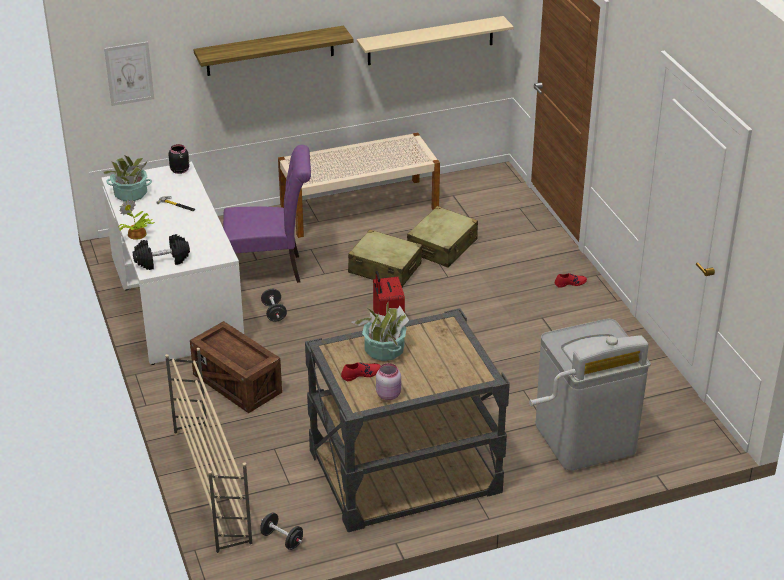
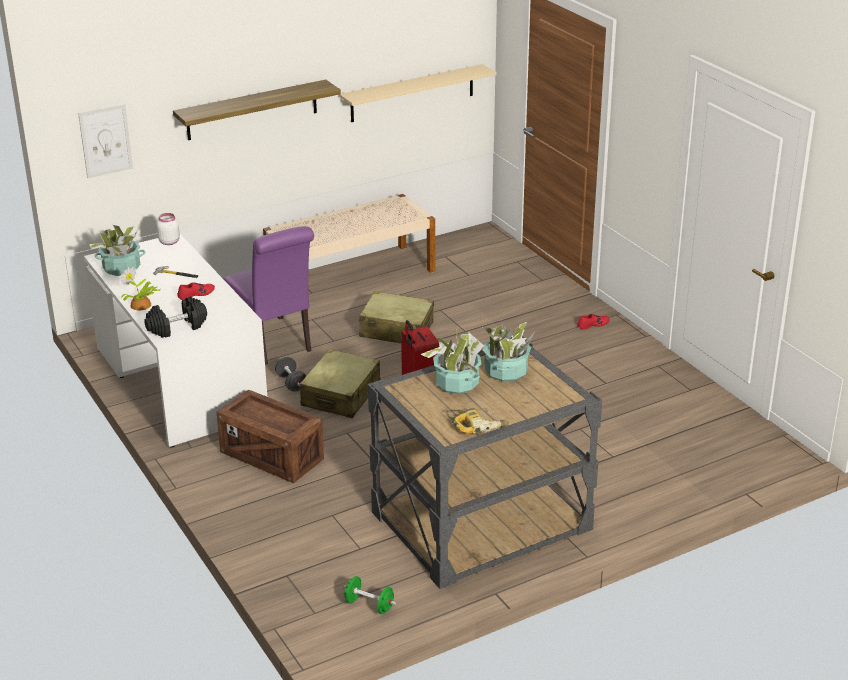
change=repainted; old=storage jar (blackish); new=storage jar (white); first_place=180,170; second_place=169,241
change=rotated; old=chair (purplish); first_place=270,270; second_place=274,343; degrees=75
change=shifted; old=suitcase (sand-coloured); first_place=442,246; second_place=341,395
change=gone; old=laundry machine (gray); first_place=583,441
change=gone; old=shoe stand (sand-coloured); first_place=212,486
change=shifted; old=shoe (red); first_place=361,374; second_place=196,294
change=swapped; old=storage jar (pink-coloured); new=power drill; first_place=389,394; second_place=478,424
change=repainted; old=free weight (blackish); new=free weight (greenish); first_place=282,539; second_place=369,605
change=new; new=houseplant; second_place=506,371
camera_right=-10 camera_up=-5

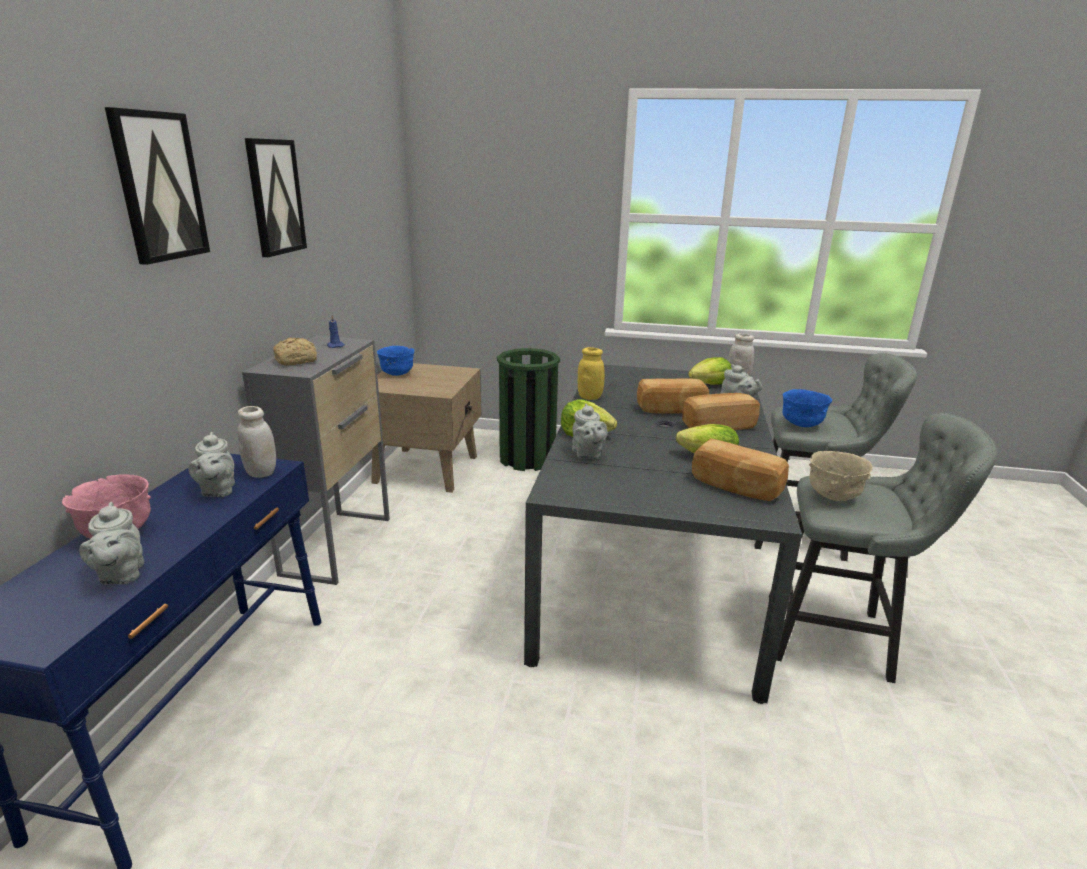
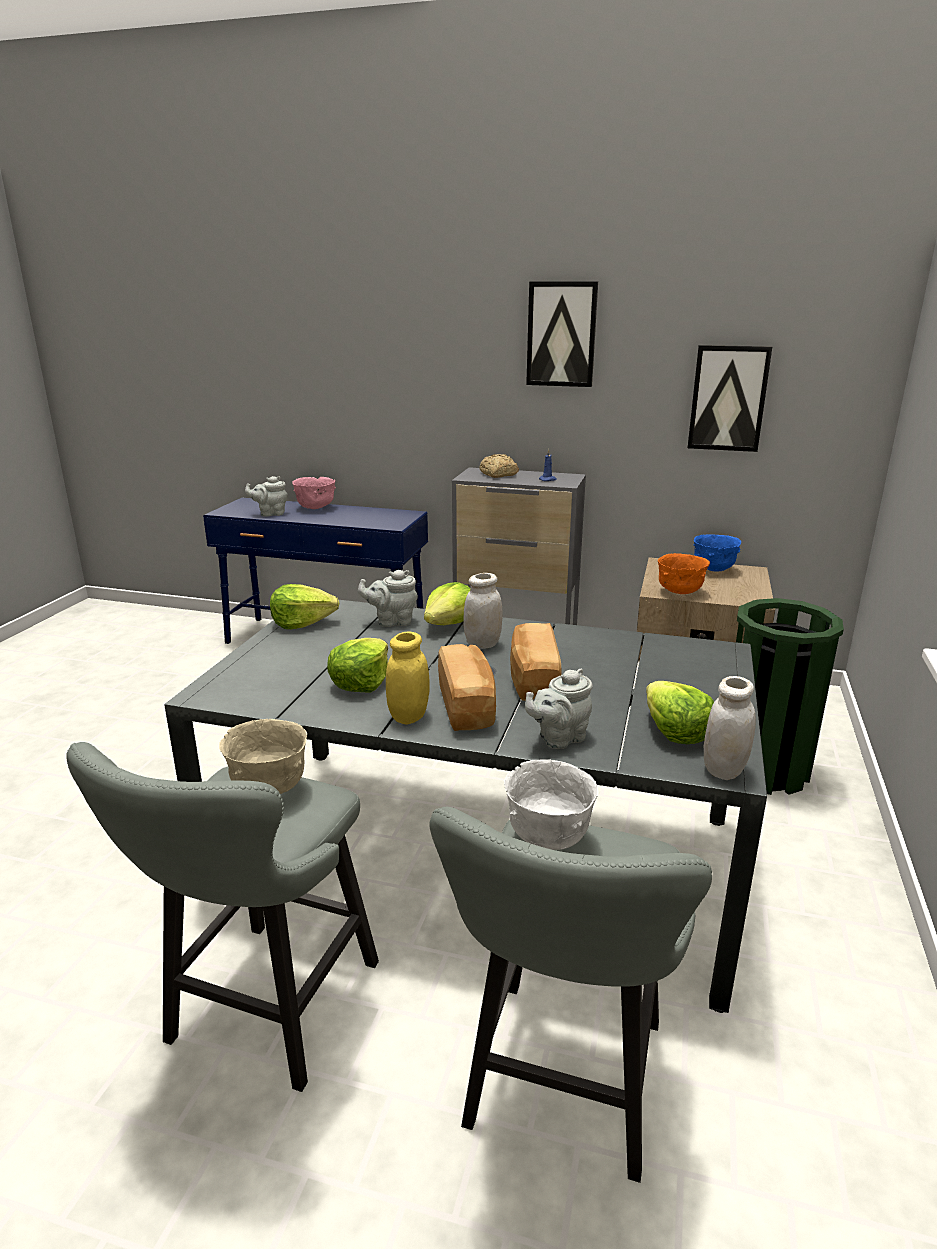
change=shifted; old=wall art; first_place=159,187; second_place=728,398
change=shifted; old=storage jar (yellow); first_place=590,397; second_place=409,716
change=repainted; old=deep dish (bluish); new=deep dish (white); first_place=801,425; second_place=548,837
change=shifted; old=storage jar (white); first_place=261,472; second_place=483,644
change=gone; old=pot for tea (gray); first_place=218,491
change=gone; old=bakery bread; first_place=735,487
change=new; new=deep dish (orange); second_place=679,592
change=new; new=lettuce head; second_place=302,623
camera_right=95 camera_up=0

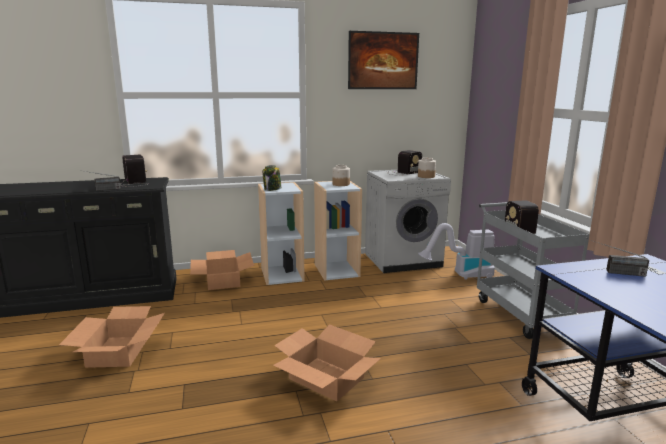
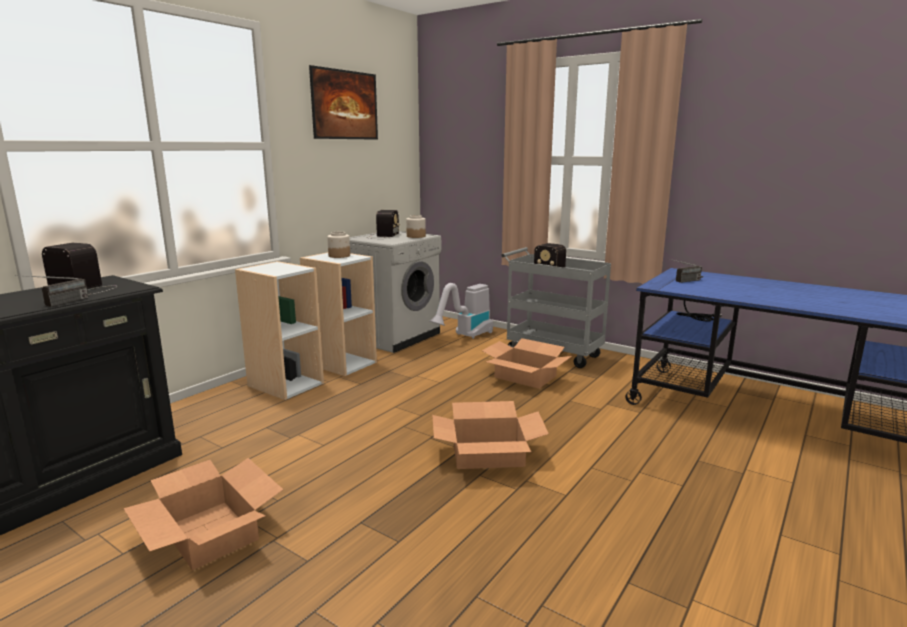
change=gone; old=storage jar; first_place=272,189
change=shifted; old=carton; first_place=223,280; second_place=525,376
camera_right=-40 camera_up=0

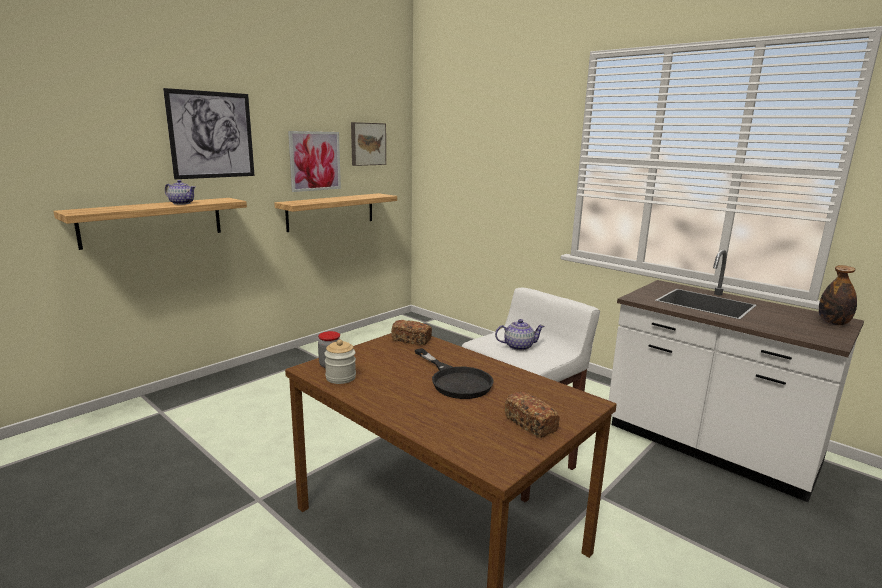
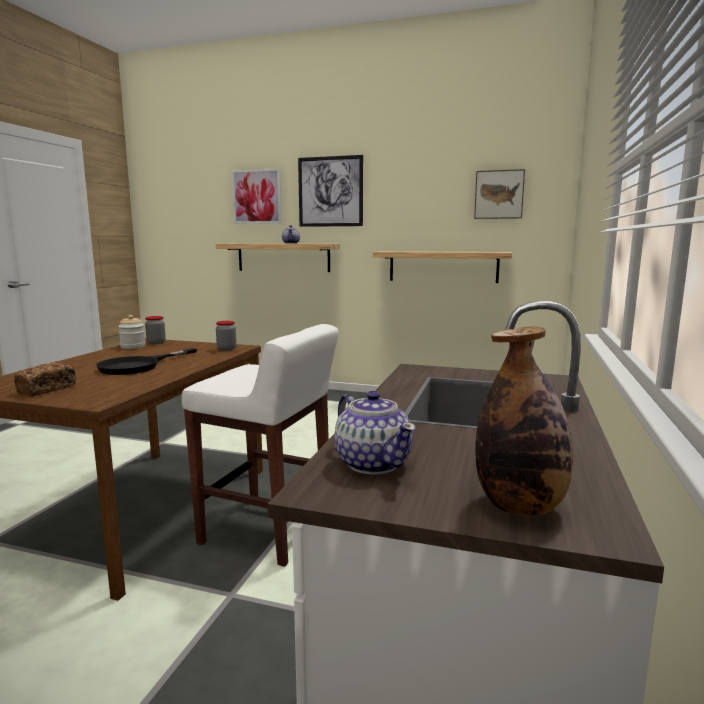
change=shifted; old=wall art; first_place=314,161; second_place=257,197
change=shifted; old=pot for tea; first_place=518,346; second_place=373,463
change=swapped; old=bakery bread; new=storage jar; first_place=411,340; second_place=226,349
camera_right=65 camera_up=-5

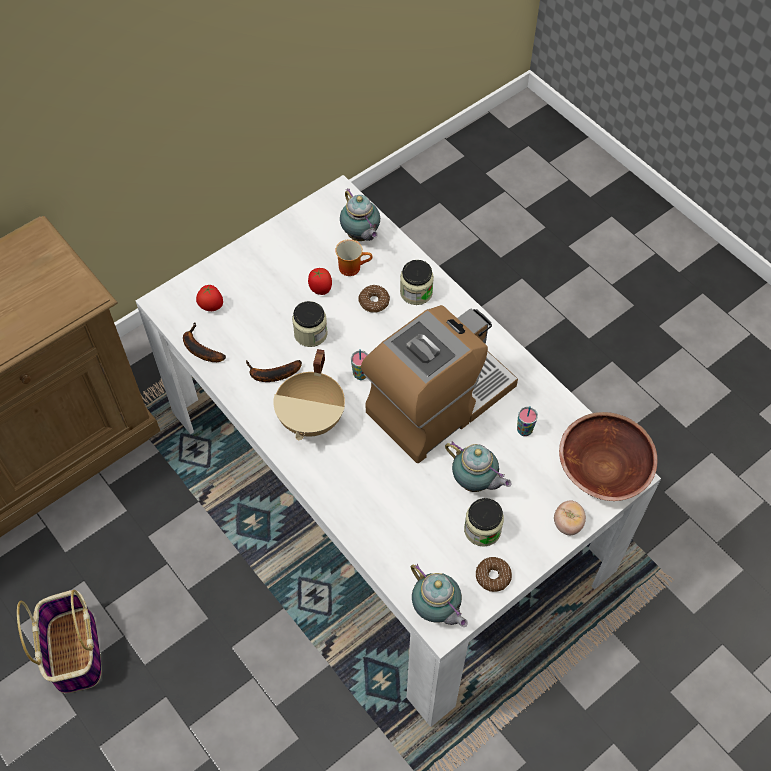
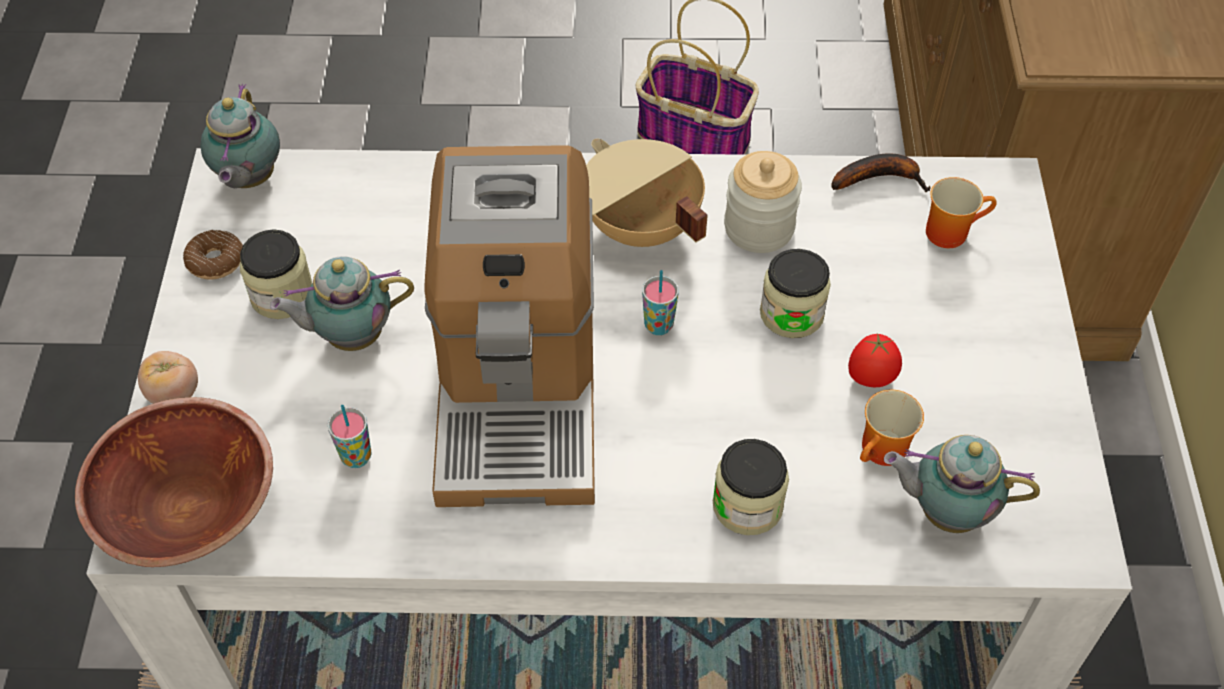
change=swapped; old=whole tomato; new=tea mug; first_place=211,307; second_place=950,230
change=gone; old=ring doughnut; first_place=374,302
change=swapped; old=banana fruit; new=storage jar; first_place=271,374; second_place=759,227
change=rotated; old=pot for tea; first_place=436,610; second_place=248,180; degrees=-90
camera_right=130 camera_up=-5

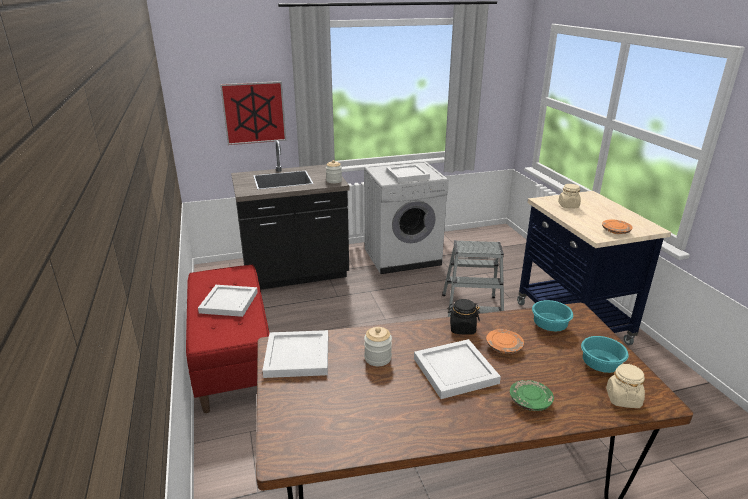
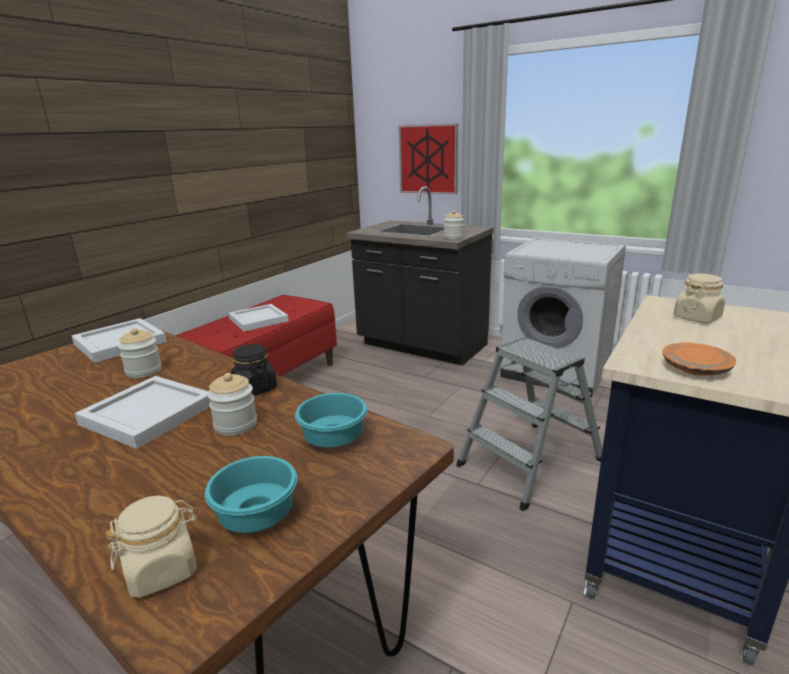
change=gone; old=tray (white); first_place=406,175
change=swapped; old=dinner plate (orange); new=storage jar; first_place=504,347; second_place=236,425
change=gone; old=dinner plate (greenish); first_place=530,401
camera_right=50 camera_up=-5

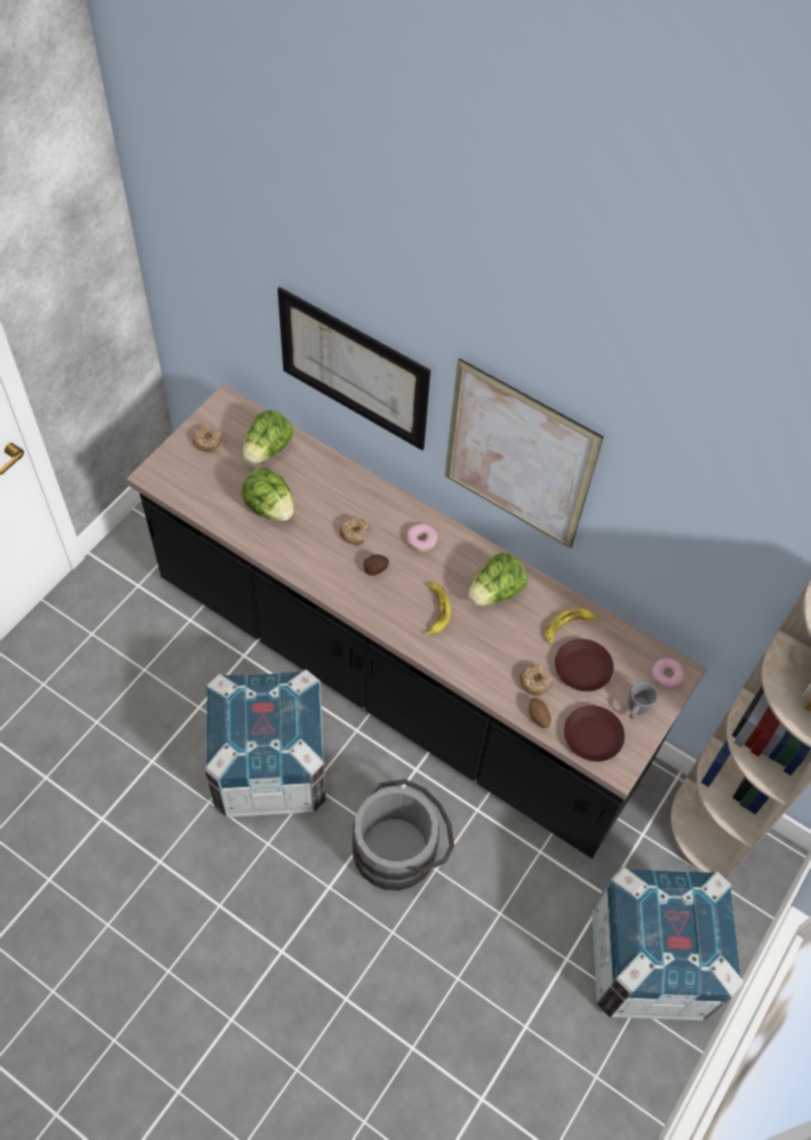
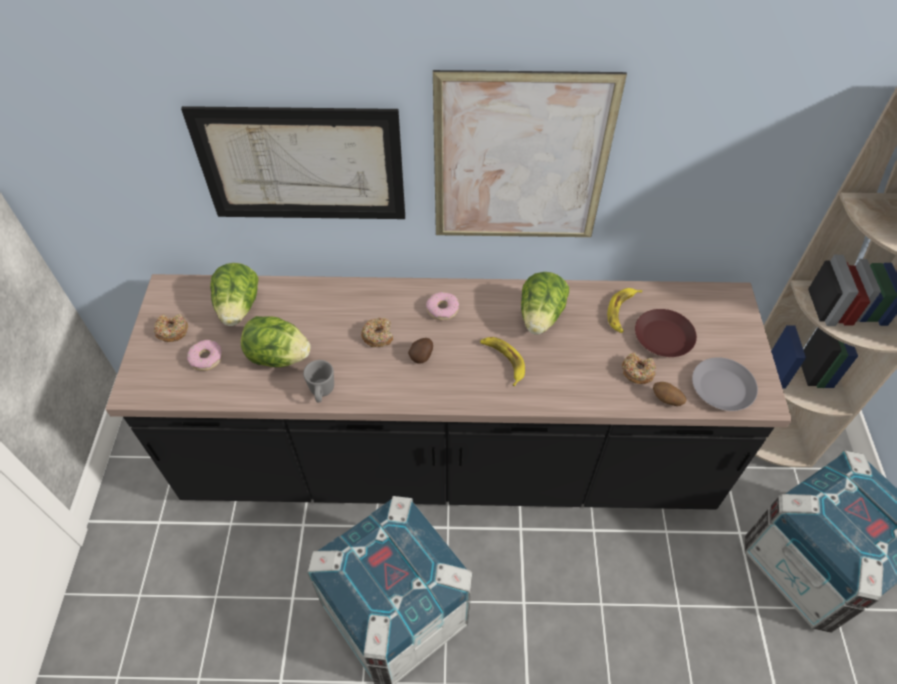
change=shifted; old=ring doughnut; first_place=666,676; second_place=206,358
change=shifted; old=tea mug (gray); first_place=636,709; second_place=321,392
change=repainted; old=dinner plate (brownish); new=dinner plate (gray); first_place=592,736; second_place=721,388
change=gone; old=water bucket (gray); first_place=401,850
camera_right=-30 camera_up=-5

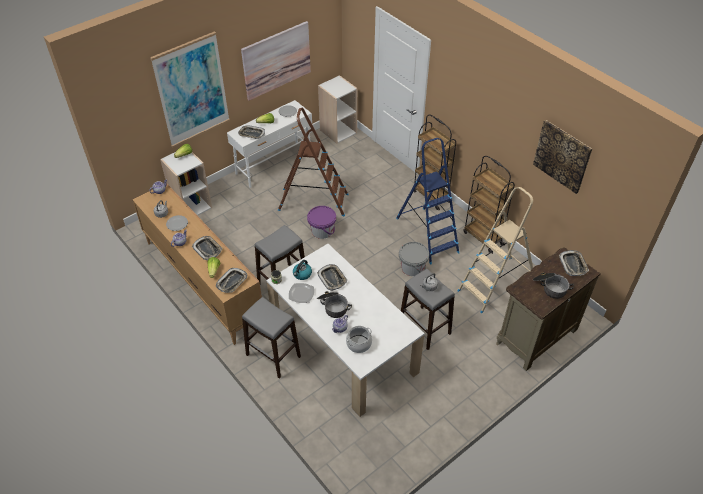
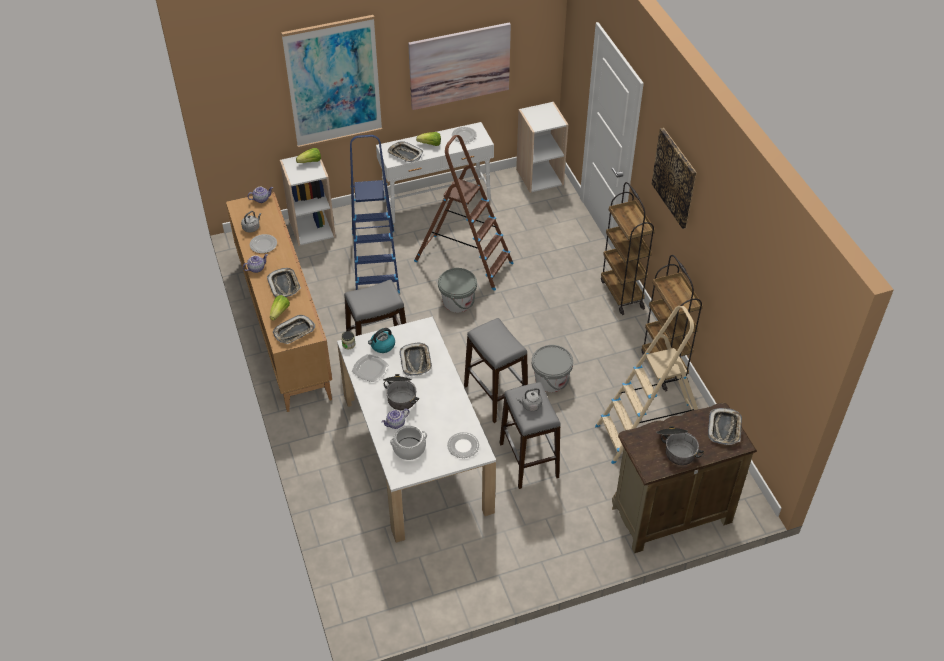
change=shifted; old=wall art; first_place=562,156; second_place=675,177
change=shifted; old=step stool (bluish); first_place=427,235; second_place=375,262
change=repainted; old=water bucket (purplish); new=water bucket (gray); first_place=322,231; second_place=457,302
change=shifted; old=stool (gray); first_place=273,356; second_place=496,396
change=new; new=dinner plate; second_place=463,446
camera_right=20 camera_up=0

